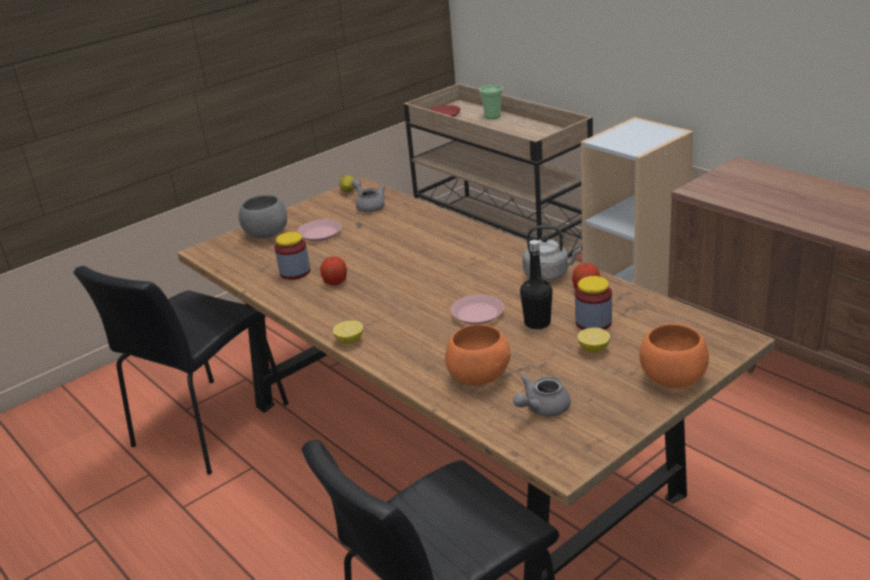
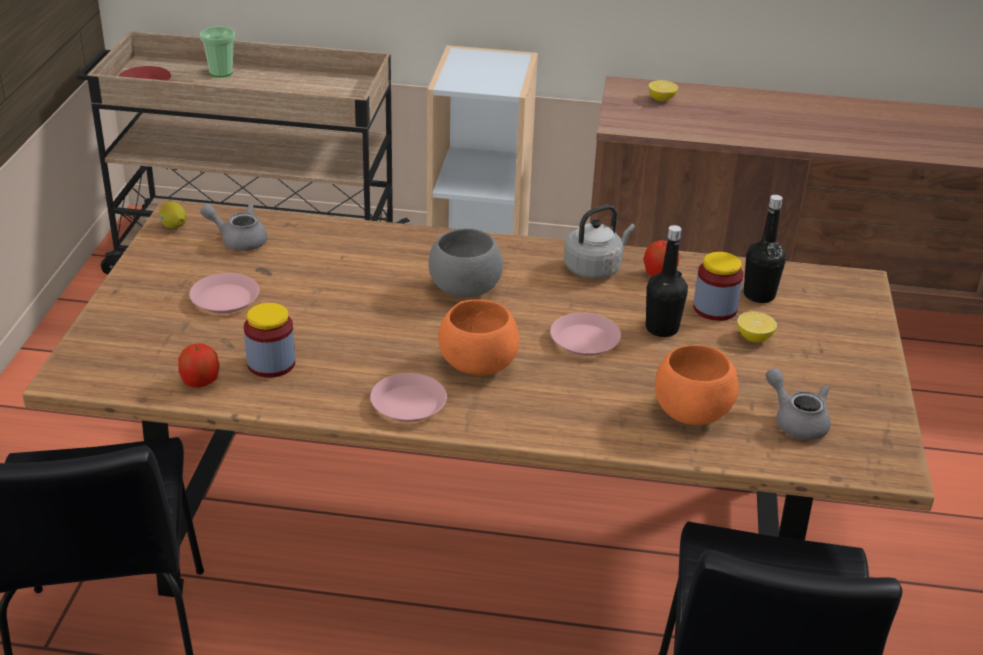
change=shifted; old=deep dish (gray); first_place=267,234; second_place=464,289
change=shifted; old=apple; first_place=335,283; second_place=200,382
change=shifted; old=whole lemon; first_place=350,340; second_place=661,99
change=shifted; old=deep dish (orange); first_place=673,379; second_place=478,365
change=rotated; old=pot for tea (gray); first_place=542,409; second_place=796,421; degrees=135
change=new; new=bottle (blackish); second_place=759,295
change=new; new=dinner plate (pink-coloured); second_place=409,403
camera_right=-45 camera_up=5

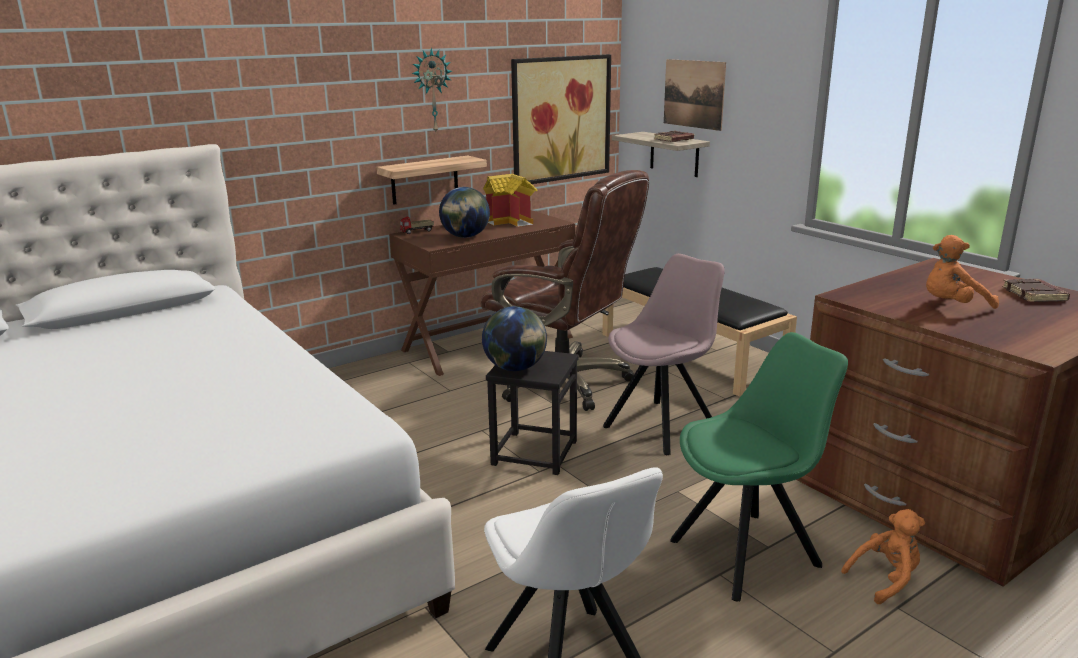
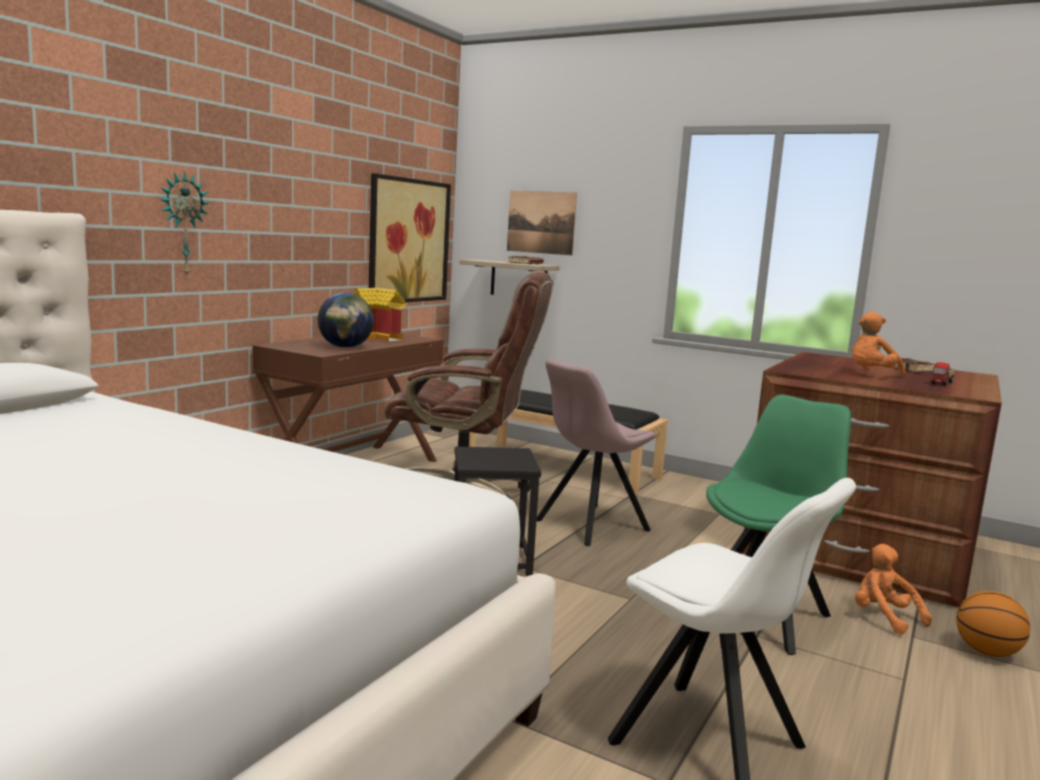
change=shifted; old=clock on the wall; first_place=431,91; second_place=182,224
change=gone; old=bracket shelf; first_place=424,180
change=shifted; old=toy truck; first_place=417,232; second_place=942,383
change=rotated; old=chair (pink-coloured); first_place=661,426; second_place=590,525; degrees=-150
change=gone; old=world globe; first_place=515,368
change=rotated; old=cuddly toy (orange); first_place=885,579; second_place=883,617; degrees=-75
change=new; new=basketball ball; second_place=986,652
camera_right=-25 camera_up=-10

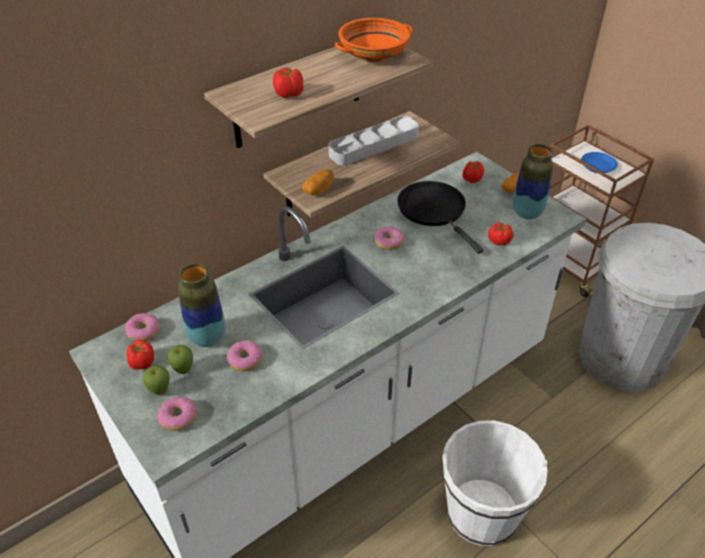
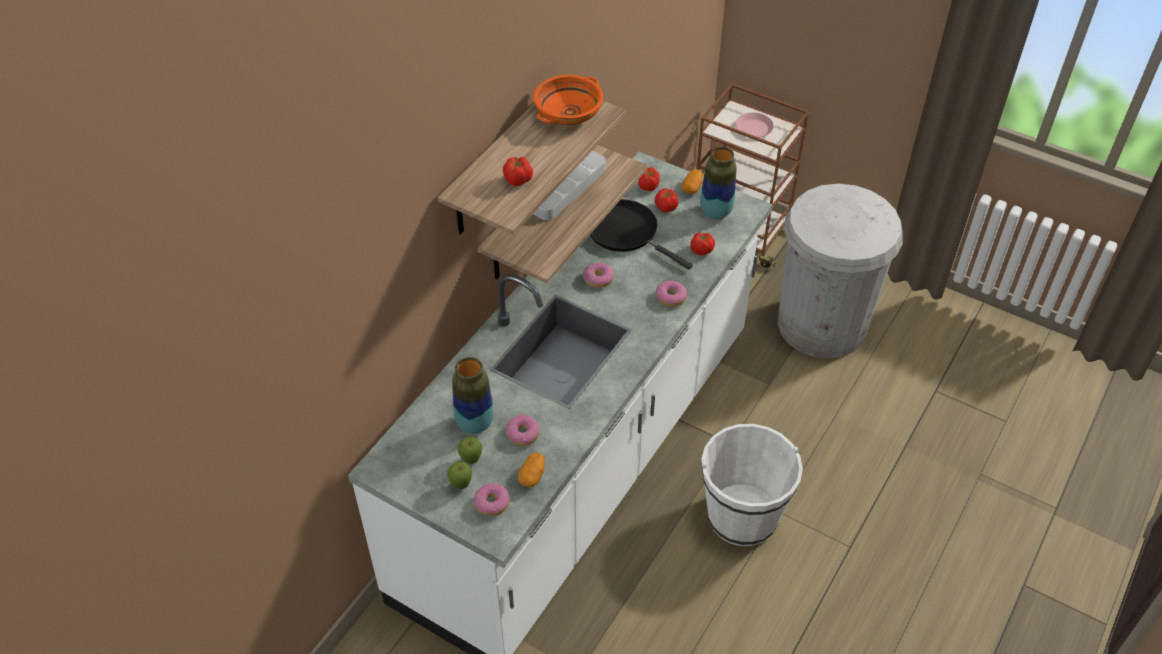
change=repainted; old=dinner plate (bluish); new=dinner plate (pink-coloured); first_place=598,165; second_place=754,128
change=shifted; old=whole potato; first_place=319,190; second_place=532,476
change=shifted; old=ring doughnut; first_place=143,332; second_place=670,297
change=shifted; old=whole tomato; first_place=142,363; second_place=665,208
camera_right=-20 camera_up=5

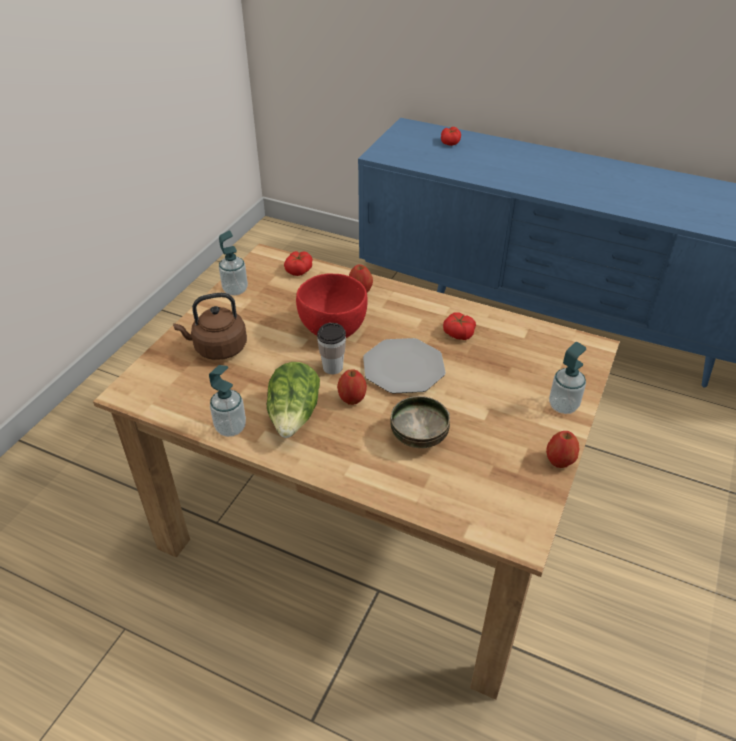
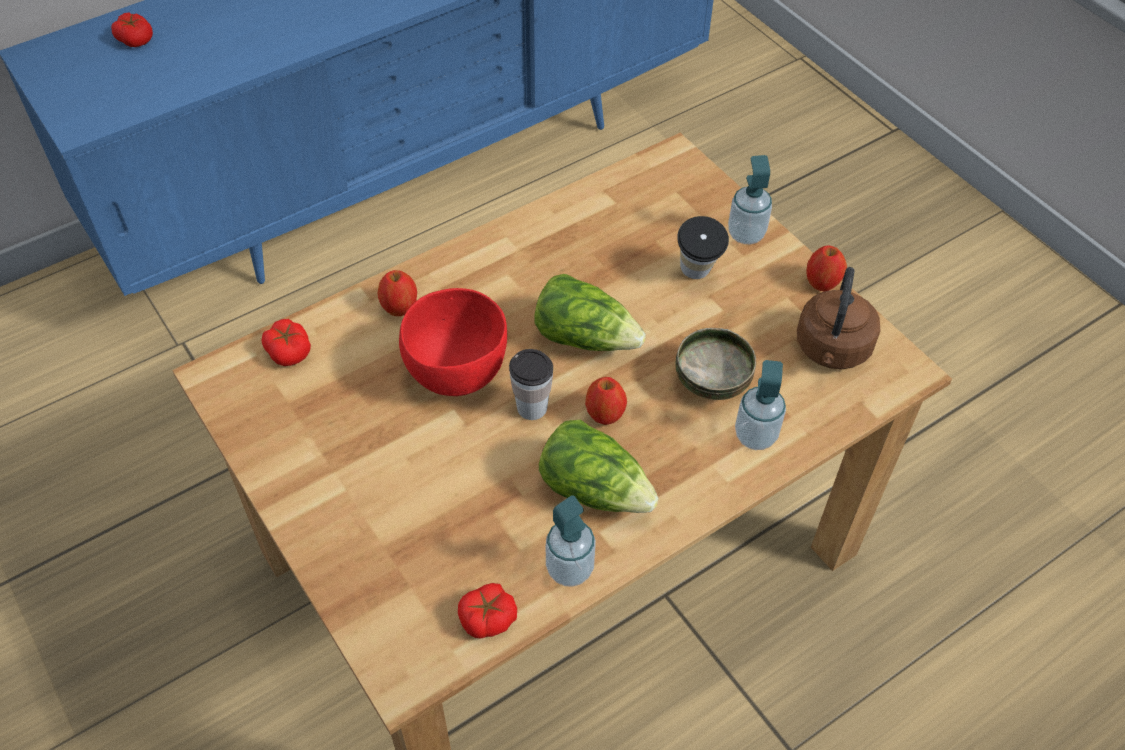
change=shifted; old=soap dispenser; first_place=235,290; second_place=755,435
change=shifted; old=water kettle (brownish); first_place=218,348; second_place=832,350
change=shifted; old=whole tomato; first_place=458,333; second_place=488,618
change=swapped; old=dinner plate; new=lettuce head; first_place=403,367; second_place=585,337
change=new; new=drinking cup; second_place=696,276
camera_right=-60 camera_up=10

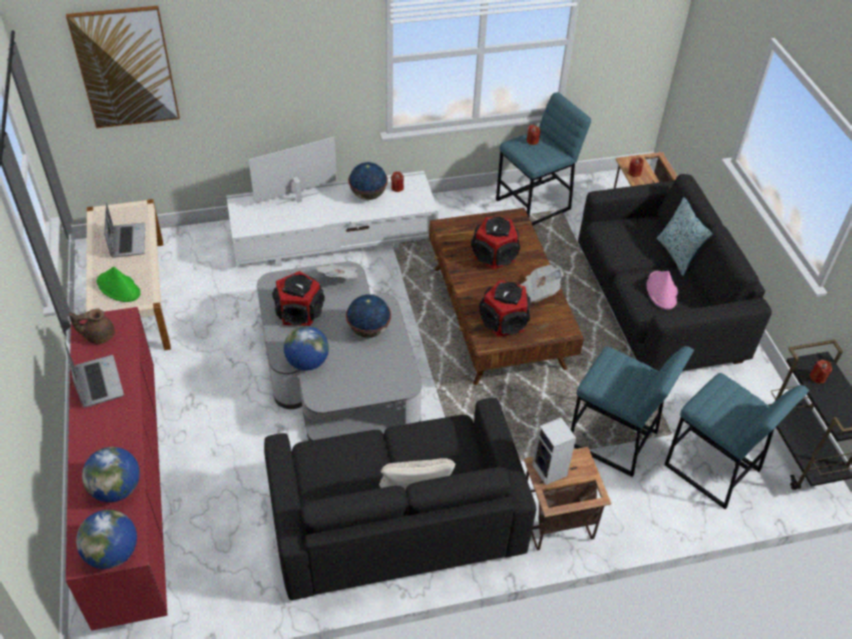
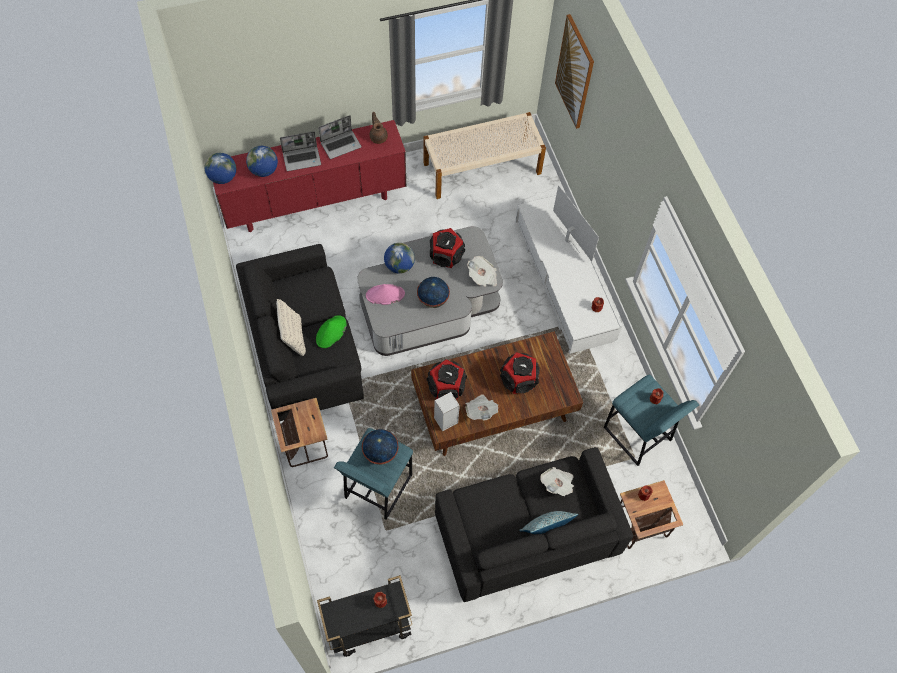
change=shifted; old=world globe; first_place=368,195; second_place=381,453
change=shifted; old=notebook computer; first_place=127,241; second_place=302,158
change=shifted; old=hat (greenish); first_place=119,287; second_place=331,332
change=shifted; old=hat (pink-coloured); first_place=662,291; second_place=385,295
change=gone; old=stool (bluish); first_place=714,469
change=shifted; old=loudspeaker; first_place=550,471; second_place=445,421
change=new; new=printed paper; second_place=557,484
camera_right=85 camera_up=15

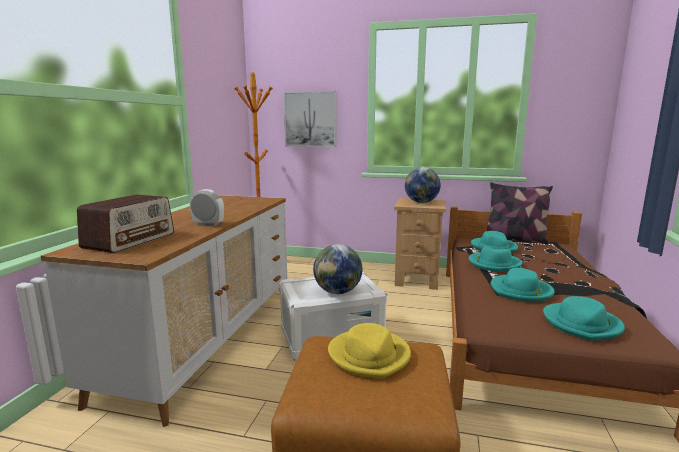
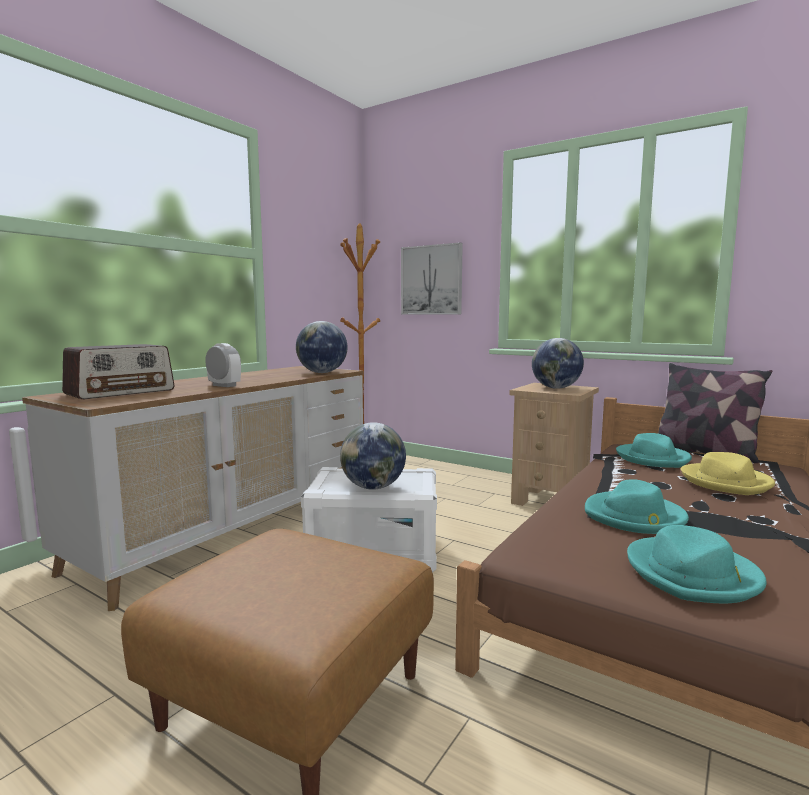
change=gone; old=hat (turquoise); first_place=493,264
change=shifted; old=hat (yellow); first_place=370,356; second_place=726,482
change=new; new=world globe; second_place=322,372
camera_right=20 camera_up=-5

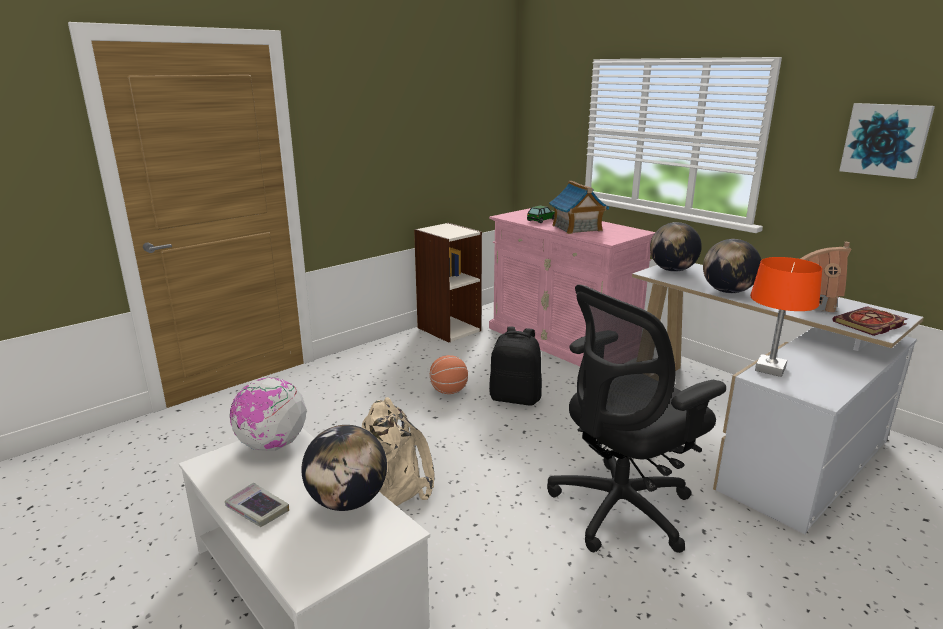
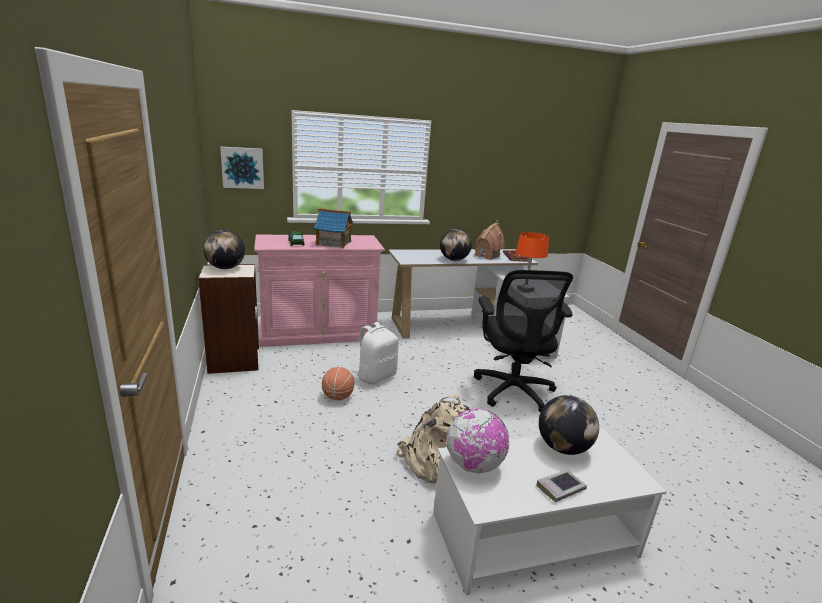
change=shifted; old=wall art; first_place=885,140; second_place=243,167
change=shifted; old=world globe; first_place=672,270; second_place=225,268
change=repainted; old=backpack (blackish); new=backpack (white); first_place=515,398; second_place=376,376
camera_right=-65 camera_up=0

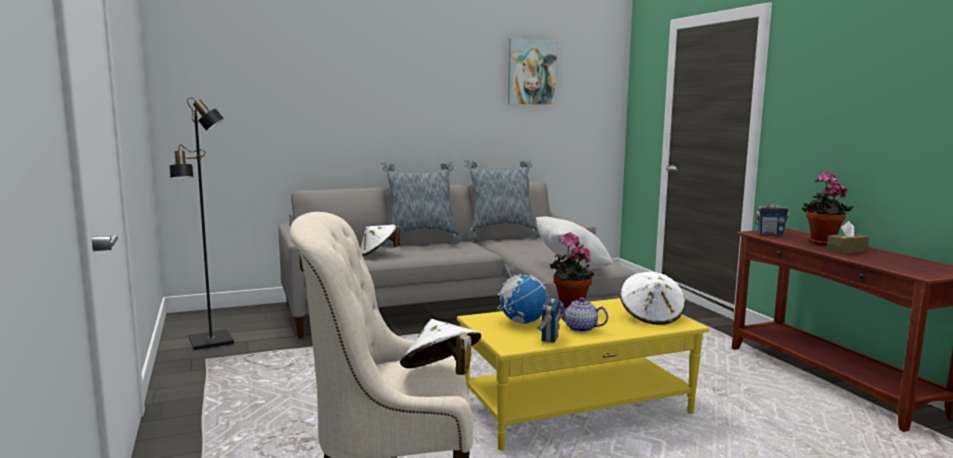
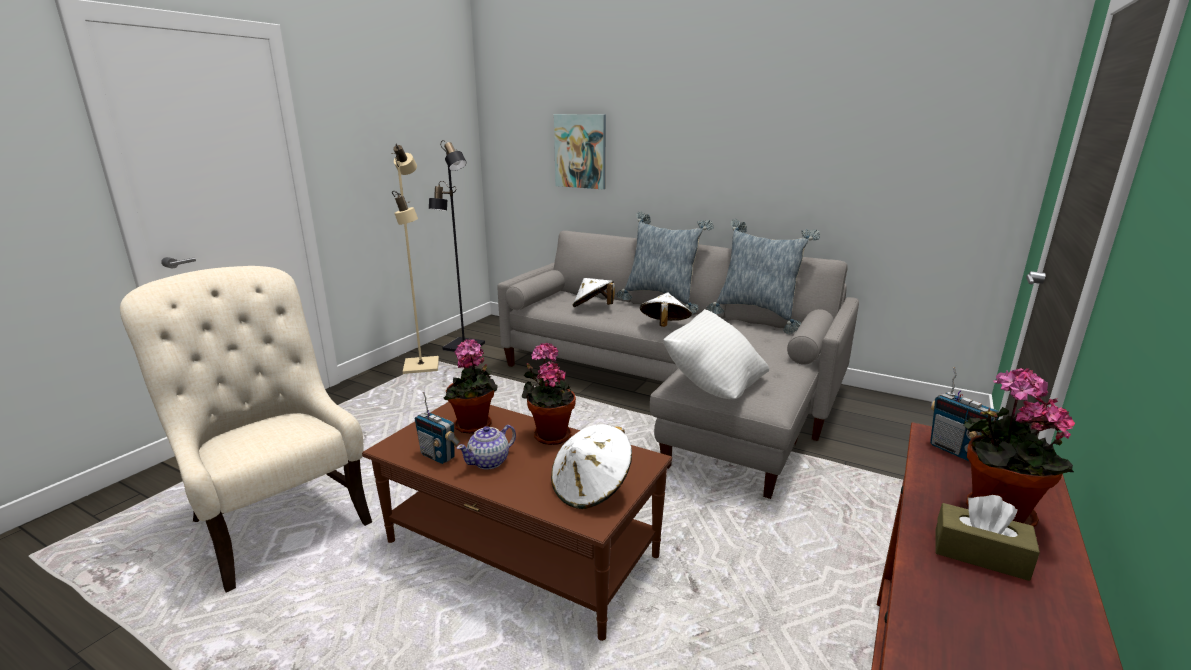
change=shifted; old=wall art; first_place=531,72; second_place=580,151
change=swapped; old=world globe; new=houseplant; first_place=522,322; second_place=474,427
change=rotated; old=radio set; first_place=549,338; second_place=438,456; degrees=60
change=rotated; old=pot for tea; first_place=581,328; second_place=489,462; degrees=-120
change=repainted; old=low table (yellow); new=low table (brownish); first_place=578,409; second_place=522,549
change=shifted; old=hat (white); first_place=441,375; second_place=664,326
change=new; new=standard lamp (sand-coloured); second_place=421,366
camera_right=50 camera_up=10

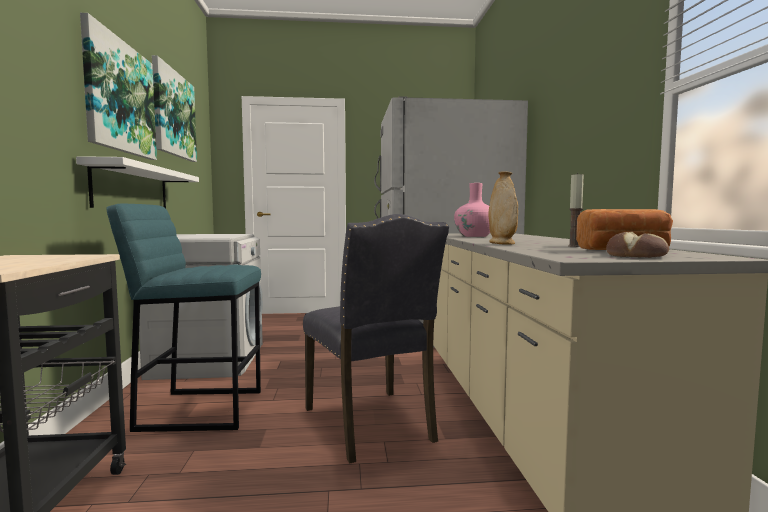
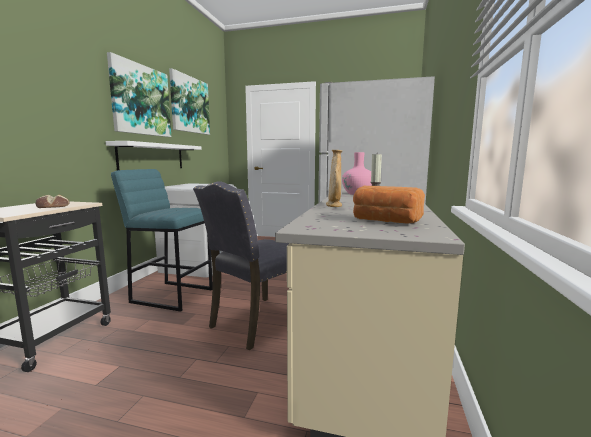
change=rotated; old=chair (gray); first_place=371,424; second_place=258,322; degrees=45
change=shifted; old=bakery bread; first_place=638,256; second_place=52,207
camera_right=20 camera_up=5

